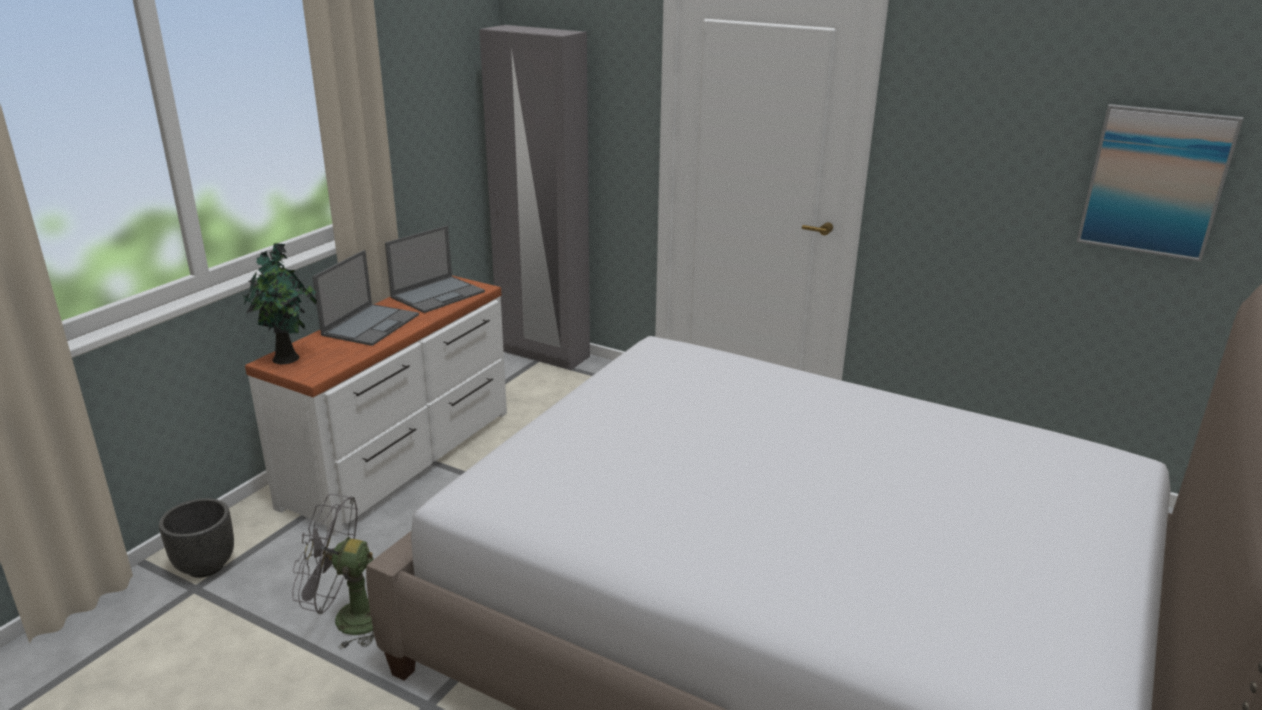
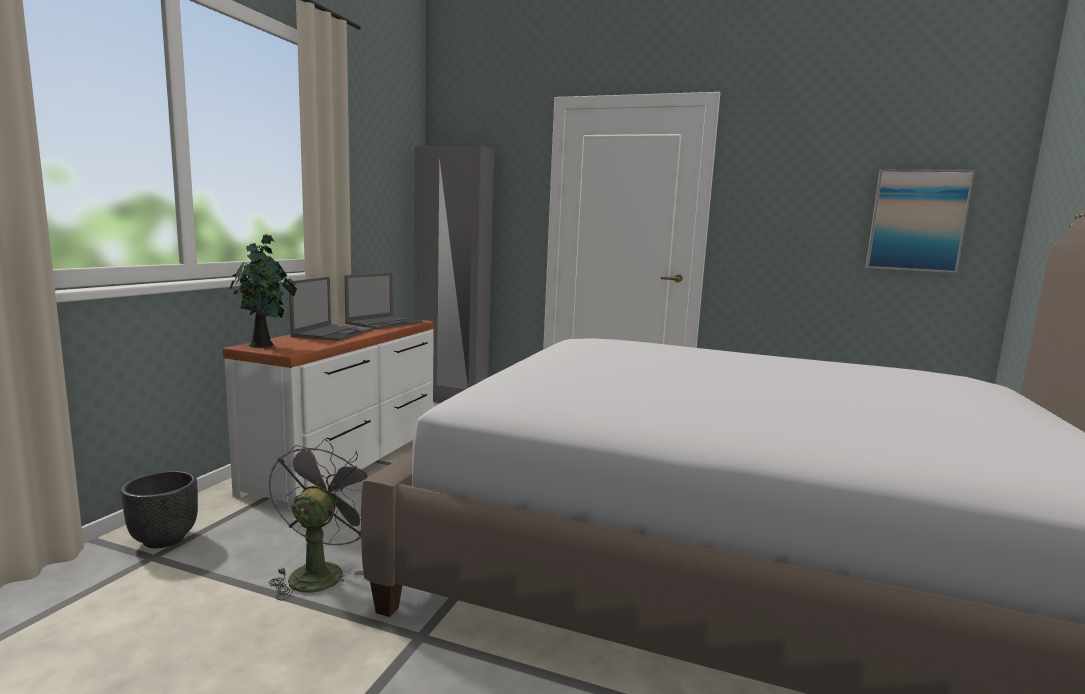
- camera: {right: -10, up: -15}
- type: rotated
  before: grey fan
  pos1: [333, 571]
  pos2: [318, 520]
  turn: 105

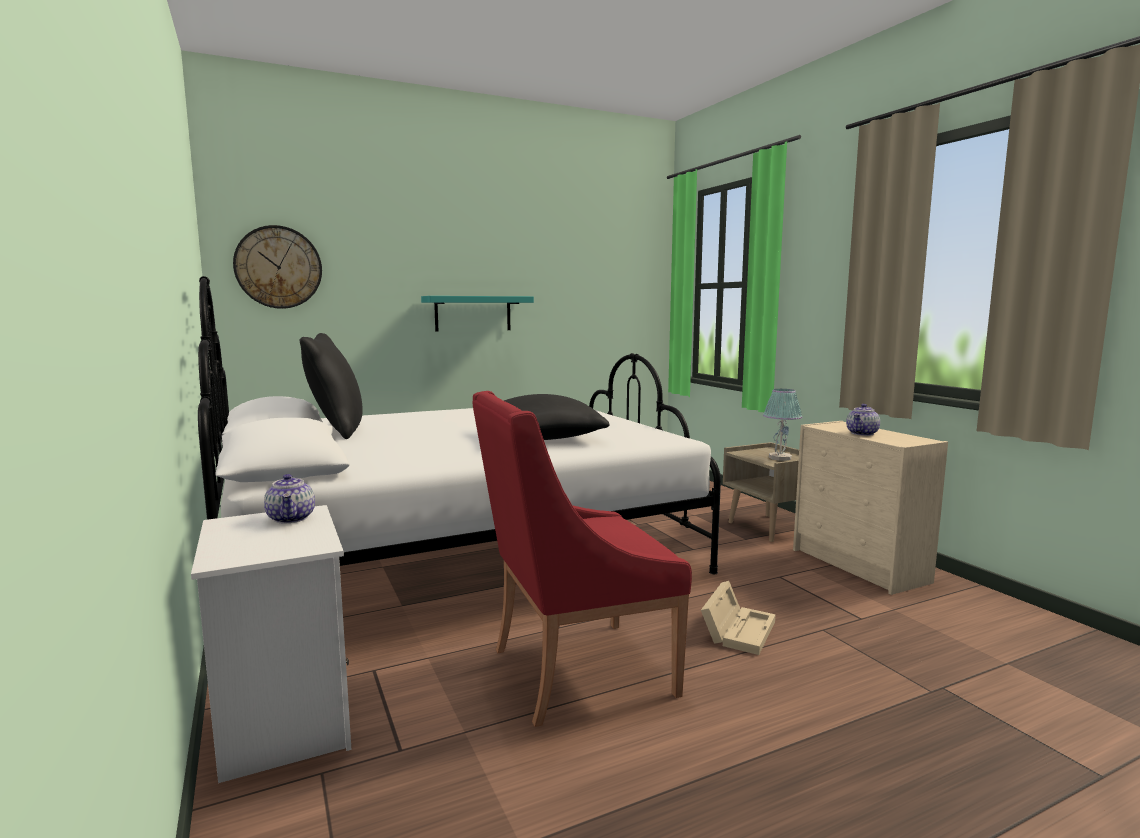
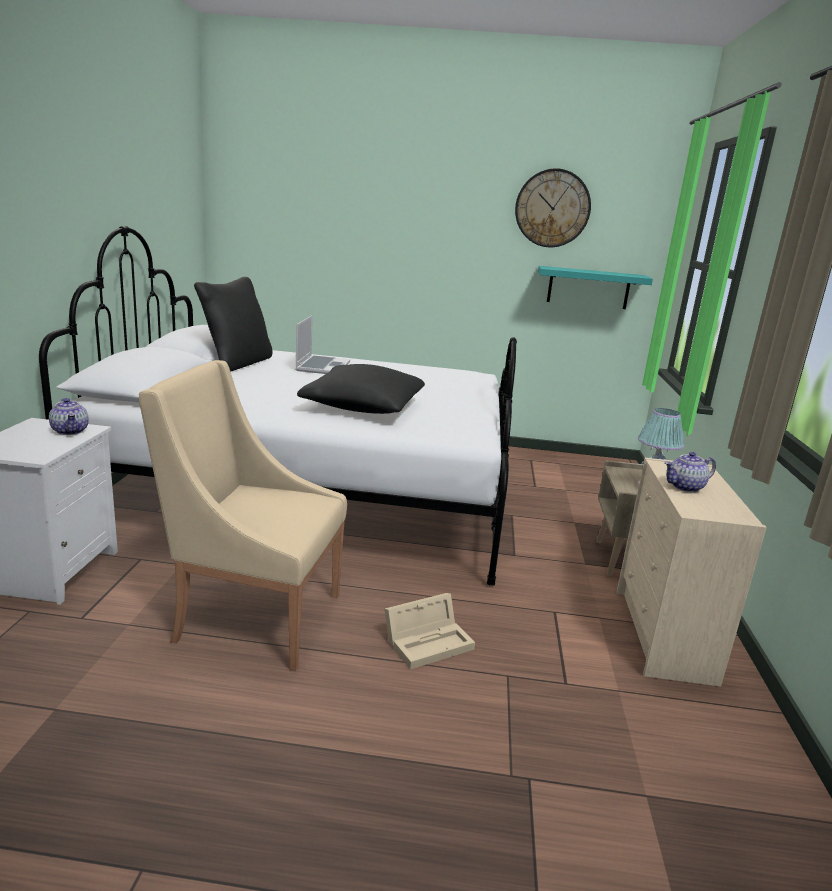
- camera: {right: 30, up: 10}
- type: shifted
  before: wall clock
  pos1: [277, 267]
  pos2: [553, 207]
- type: rotated
  before: teapot
  pos1: [289, 499]
  pos2: [69, 416]
  turn: -45
- type: shifted
  before: turquoise shelf
  pos1: [477, 314]
  pos2: [595, 287]
- type: repainted
  before: red armchair
  after: beige armchair
  pos1: [582, 559]
  pos2: [243, 515]
- type: new
  after: laptop
  pos2: [322, 344]

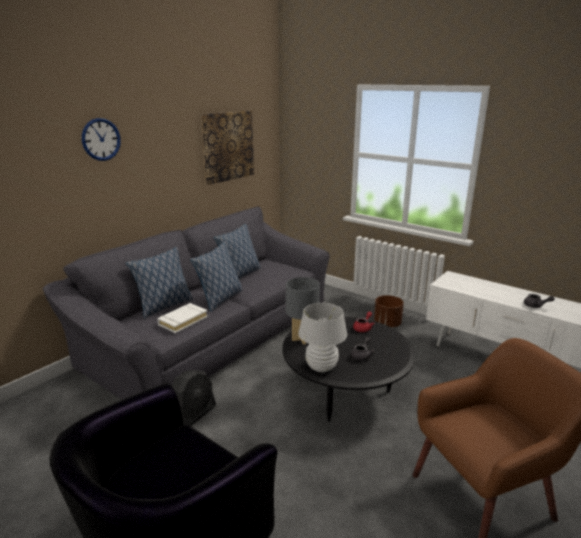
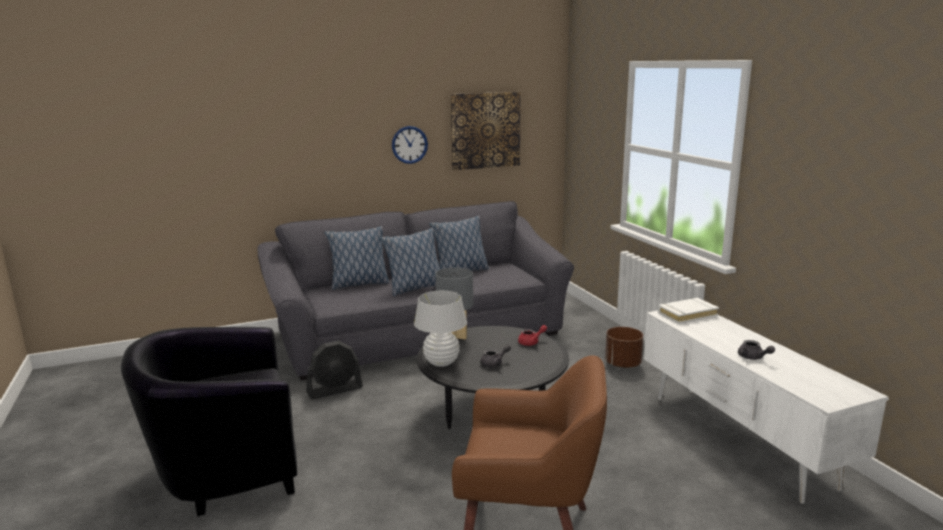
- camera: {right: 30, up: -5}
- type: shifted
  before: wall clock
  pos1: [101, 139]
  pos2: [410, 145]
- type: shifted
  before: white book
  pos1: [182, 318]
  pos2: [688, 311]

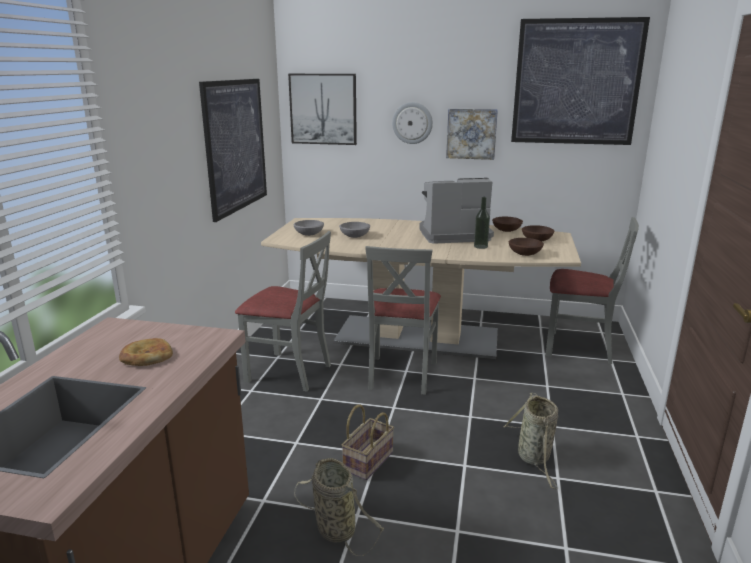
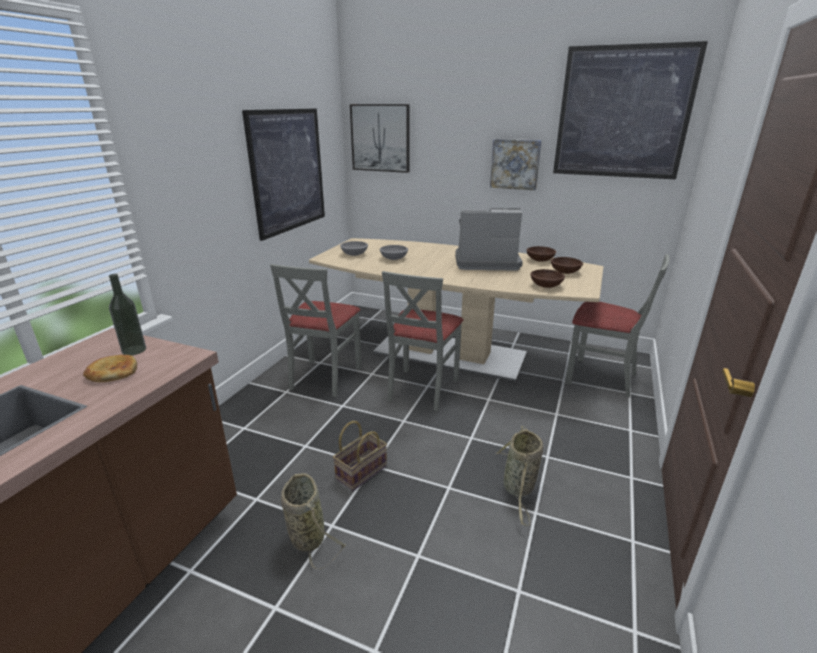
- camera: {right: 10, up: 5}
- type: rotated
  before: grey chair
  pos1: [283, 311]
  pos2: [316, 330]
  turn: 75
- type: gone
  before: wall clock
  pos1: [412, 123]
- type: shifted
  before: bottle
  pos1: [482, 223]
  pos2: [127, 315]

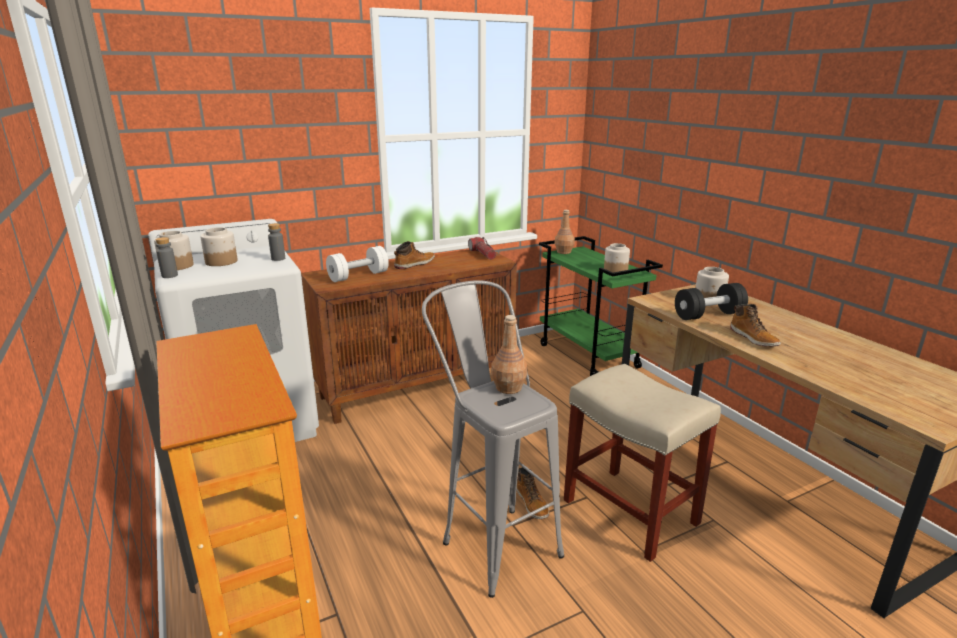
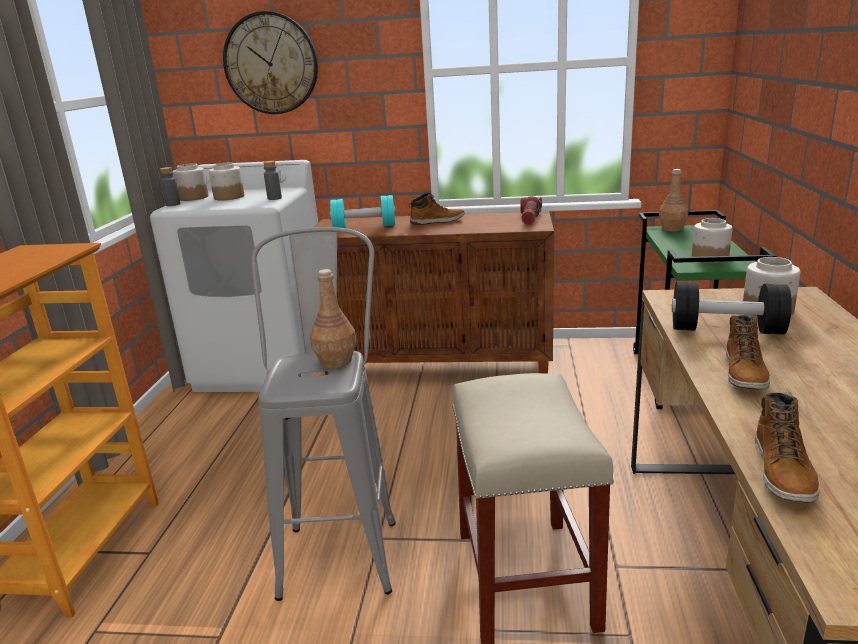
- camera: {right: 35, up: 0}
- type: repainted
  before: white dumbbell
  after: turquoise dumbbell
  pos1: [357, 264]
  pos2: [363, 211]
- type: shifted
  before: boot
  pos1: [532, 493]
  pos2: [787, 448]
- type: new
  after: wall clock
  pos2: [270, 62]

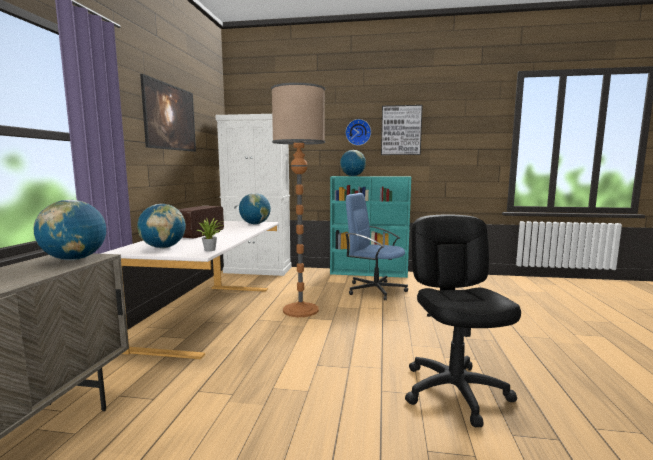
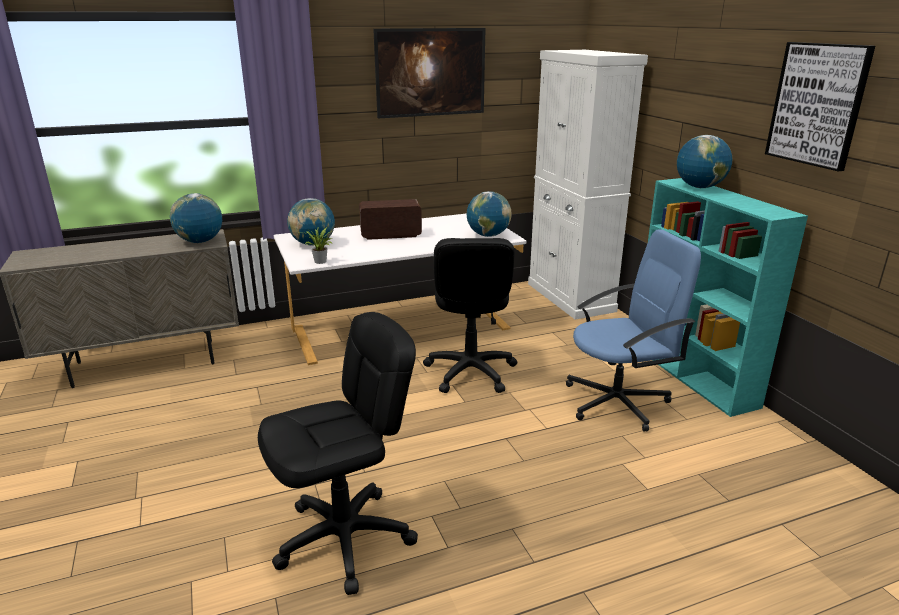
- camera: {right: 60, up: 15}
- type: swapped
  before: floor lamp
  after: black office chair
  pos1: [298, 200]
  pos2: [470, 315]
- type: gone
  before: wall clock
  pos1: [358, 132]
- type: rotated
  before: blue office chair
  pos1: [376, 246]
  pos2: [633, 330]
  turn: 75

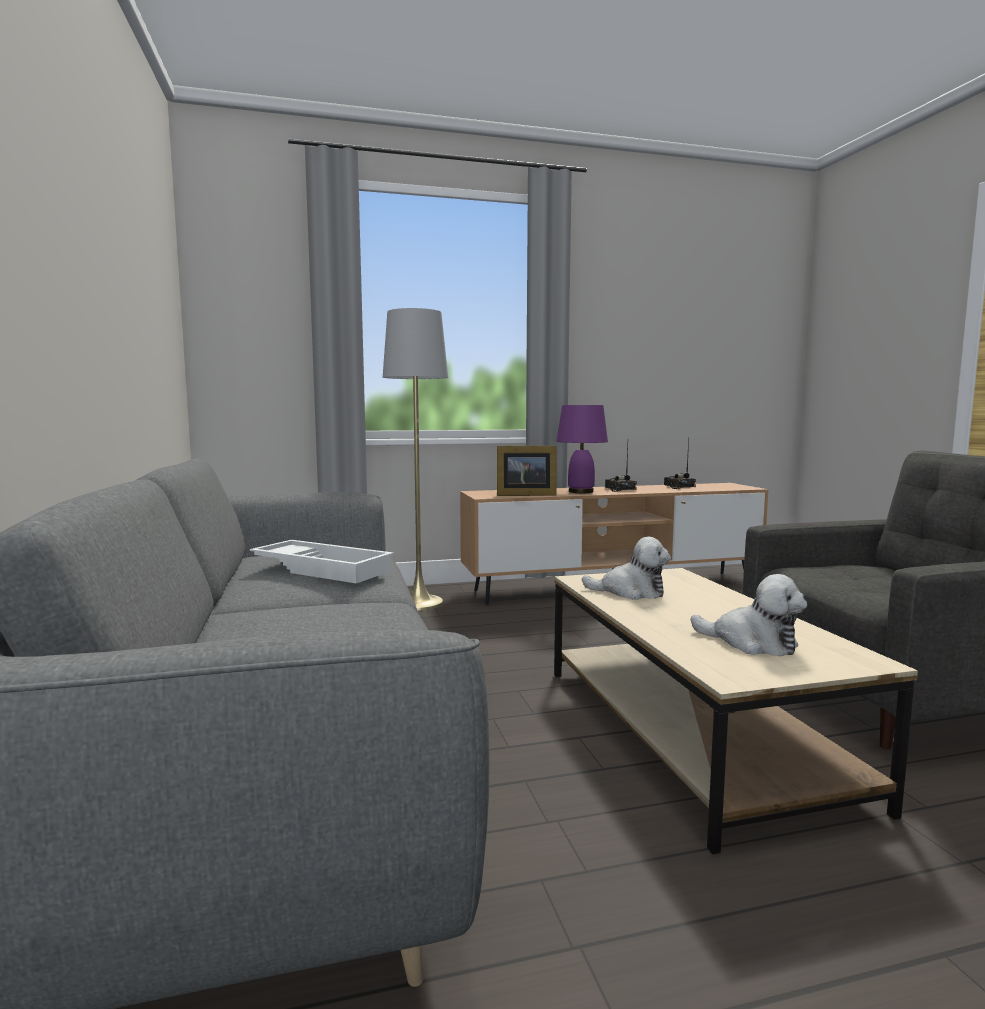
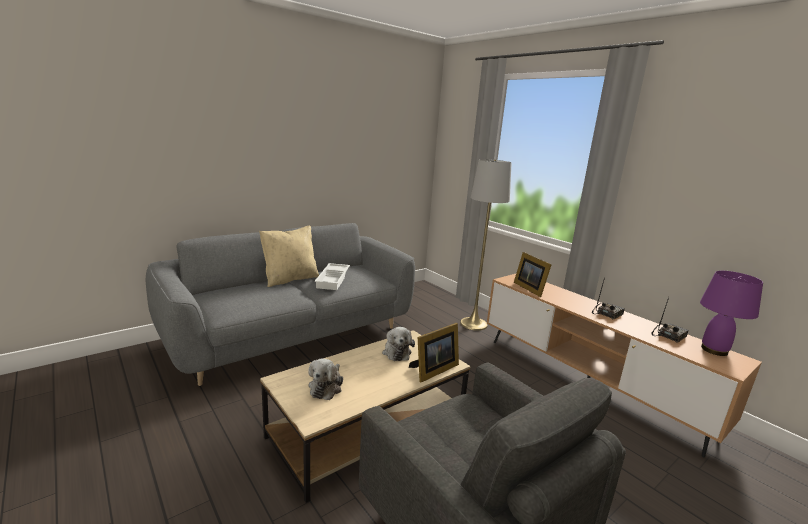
- camera: {right: 65, up: 10}
- type: shifted
  before: purple table lamp
  pos1: [582, 449]
  pos2: [731, 313]
- type: new
  after: beige pillow
  pos2: [289, 256]
- type: new
  after: picture frame
  pos2: [434, 352]

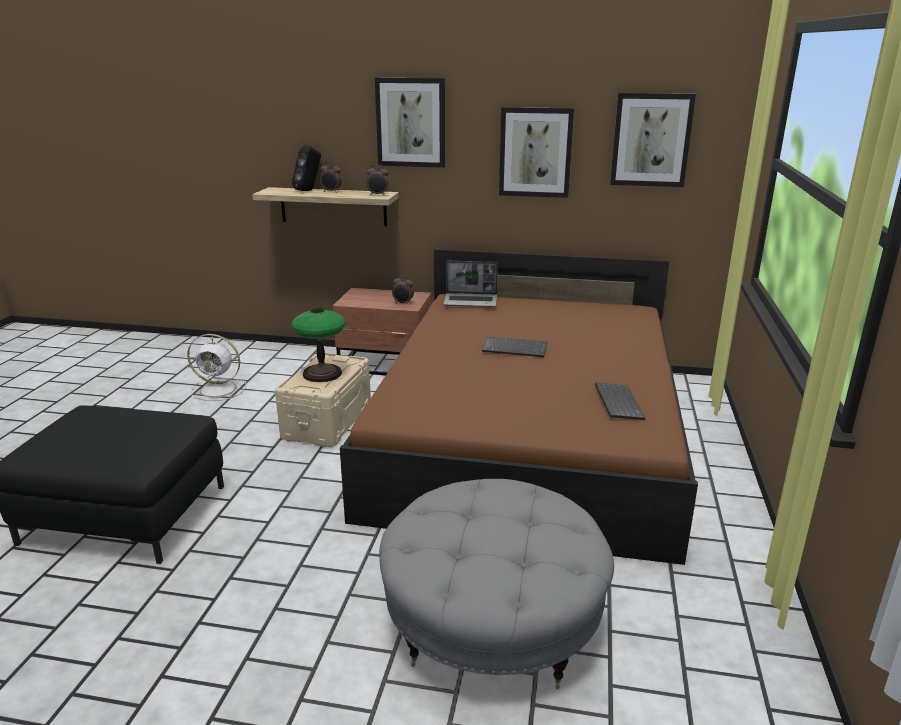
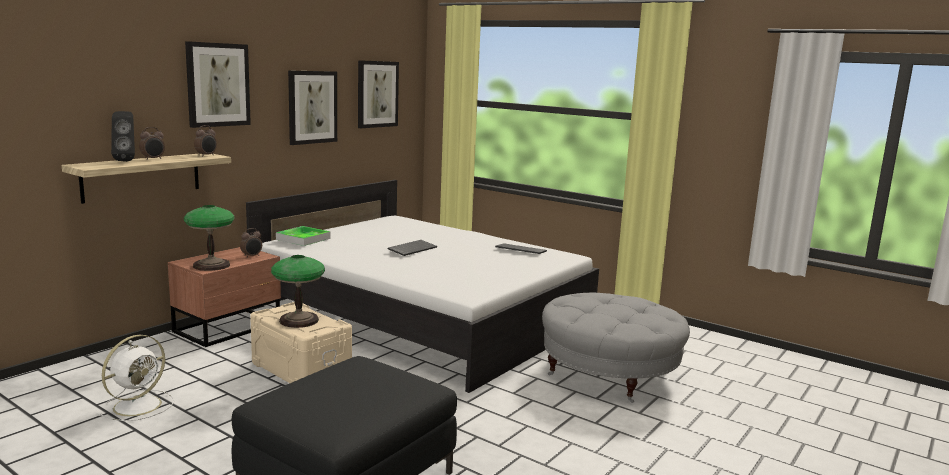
- camera: {right: -65, up: -10}
- type: repainted
  before: brown bed
  after: white bed
  pos1: [519, 407]
  pos2: [422, 286]
- type: swapped
  before: laptop
  after: tray
  pos1: [470, 284]
  pos2: [303, 236]
- type: new
  after: table lamp
  pos2: [209, 238]

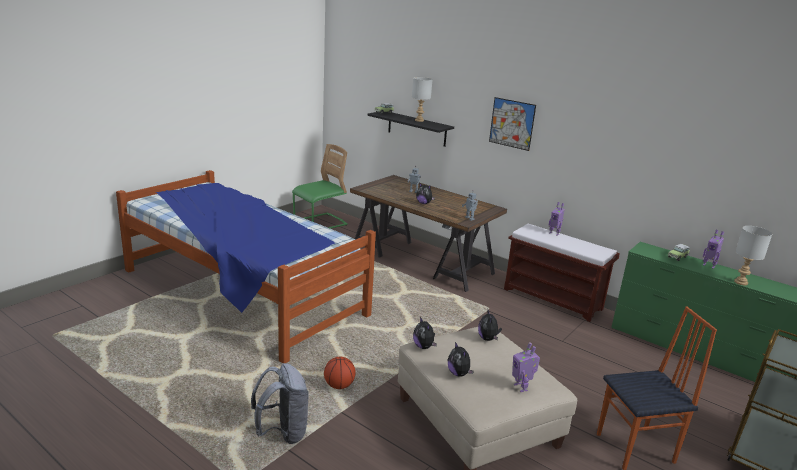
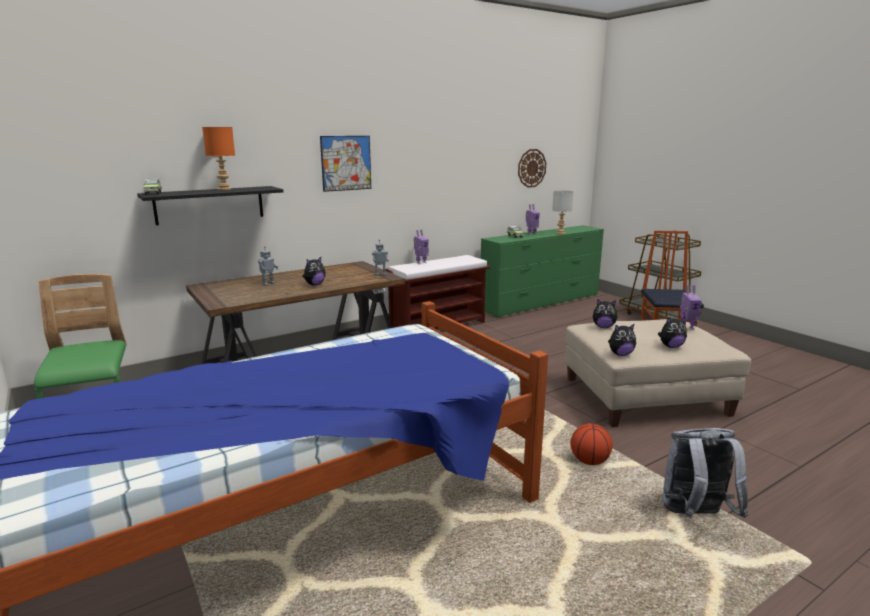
- camera: {right: -70, up: -5}
- type: repainted
  before: grey table lamp
  after: orange table lamp
  pos1: [422, 99]
  pos2: [218, 158]
- type: new
  after: wall clock
  pos2: [532, 168]

